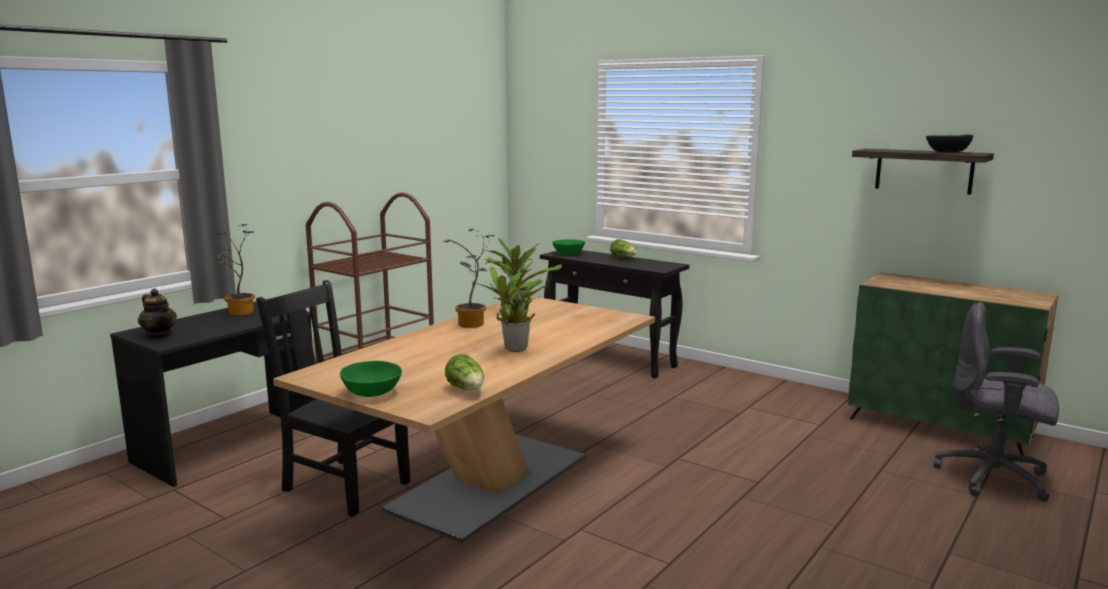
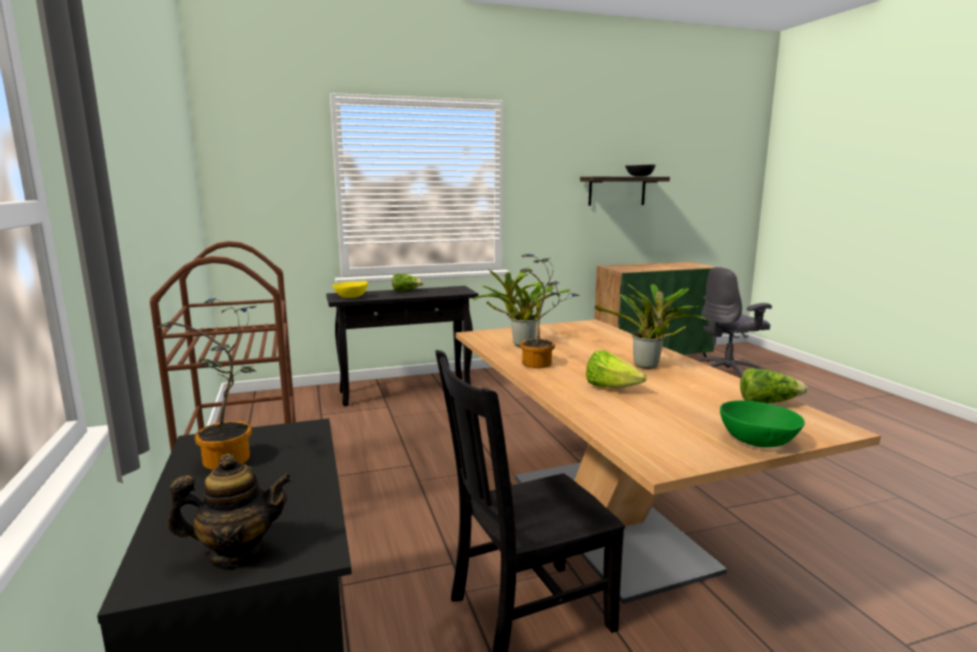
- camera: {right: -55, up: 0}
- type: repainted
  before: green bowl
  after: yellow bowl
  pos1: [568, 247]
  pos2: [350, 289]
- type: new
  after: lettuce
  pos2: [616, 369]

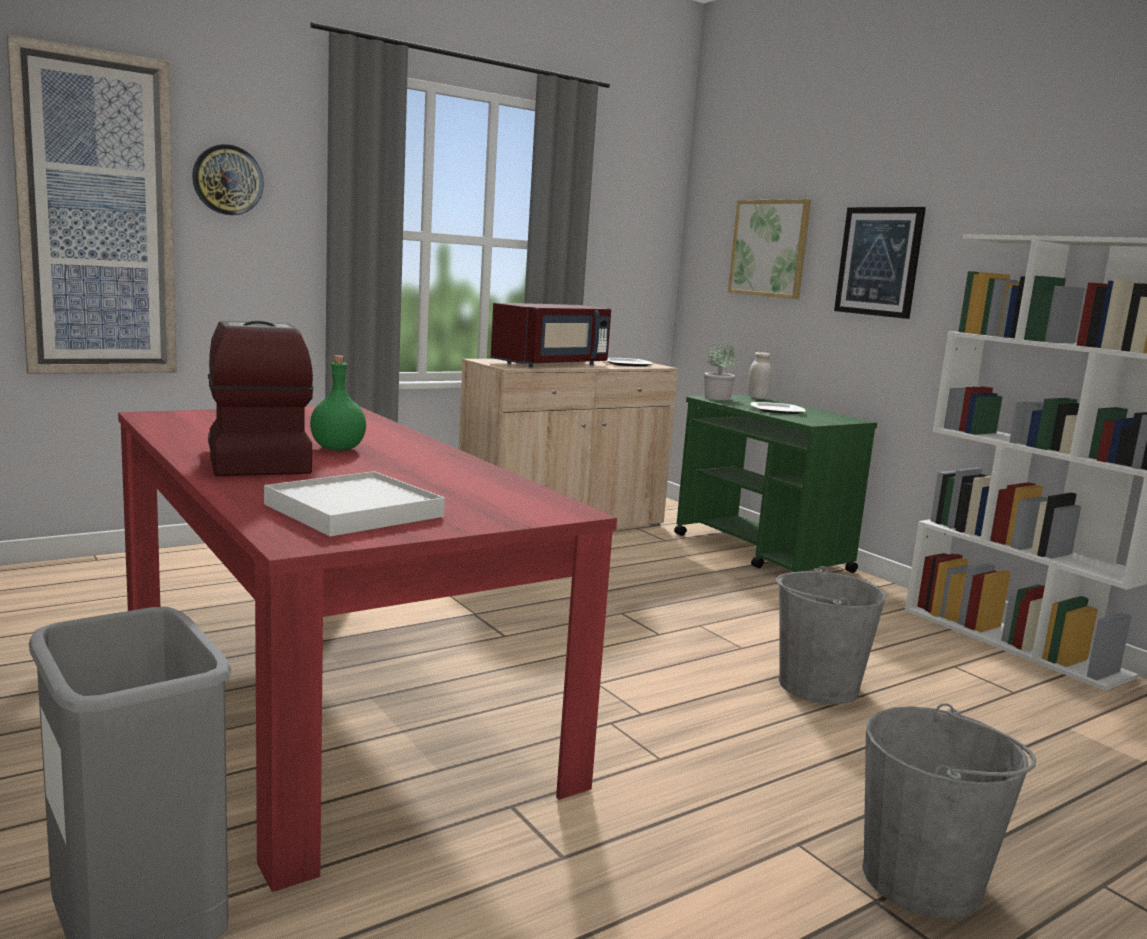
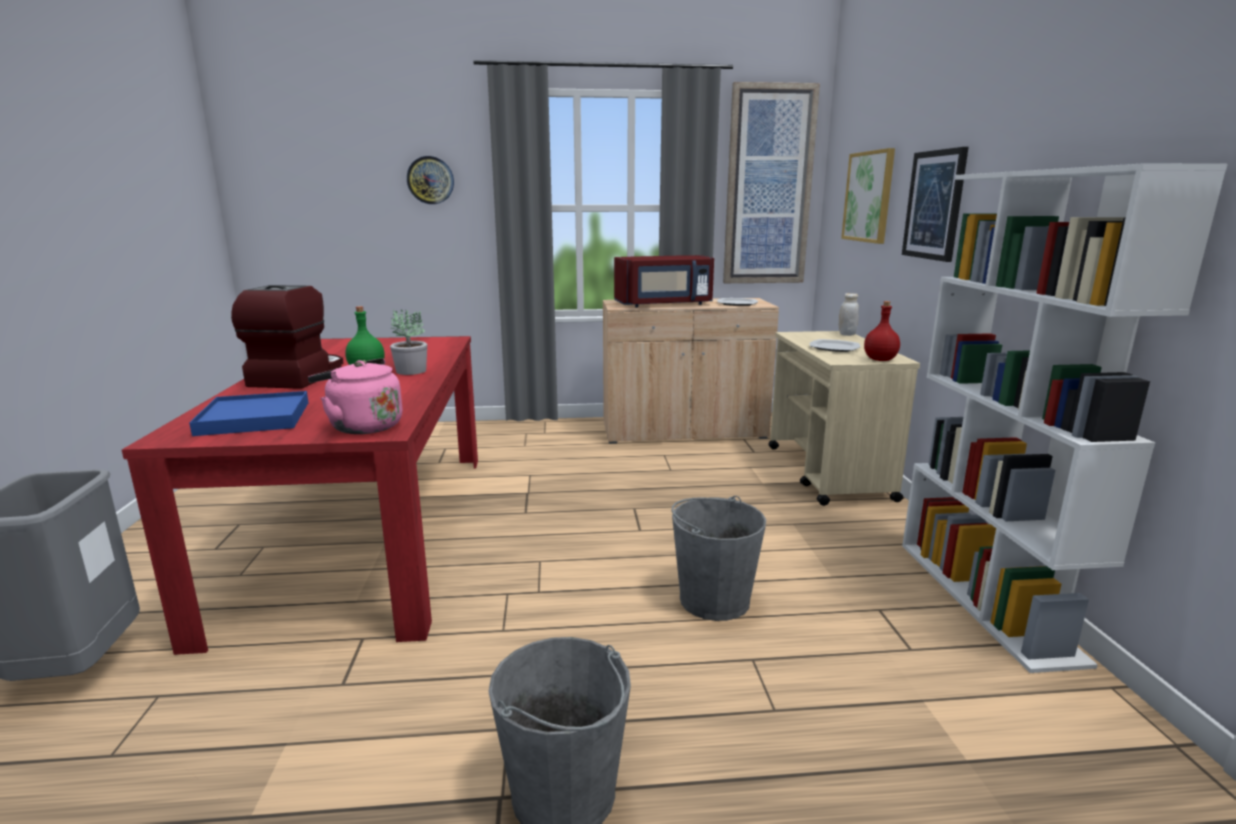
- camera: {right: 30, up: 5}
- type: shifted
  before: picture
  pos1: [92, 204]
  pos2: [771, 182]
- type: repainted
  before: white tray
  after: blue tray
  pos1: [354, 503]
  pos2: [249, 413]
- type: repainted
  before: green cart
  after: beige cart
  pos1: [775, 484]
  pos2: [844, 418]
- type: shifted
  before: potted plant
  pos1: [720, 371]
  pos2: [408, 342]
- type: new
  after: pink kettle
  pos2: [355, 396]
- type: new
  after: red bottle
  pos2: [882, 331]

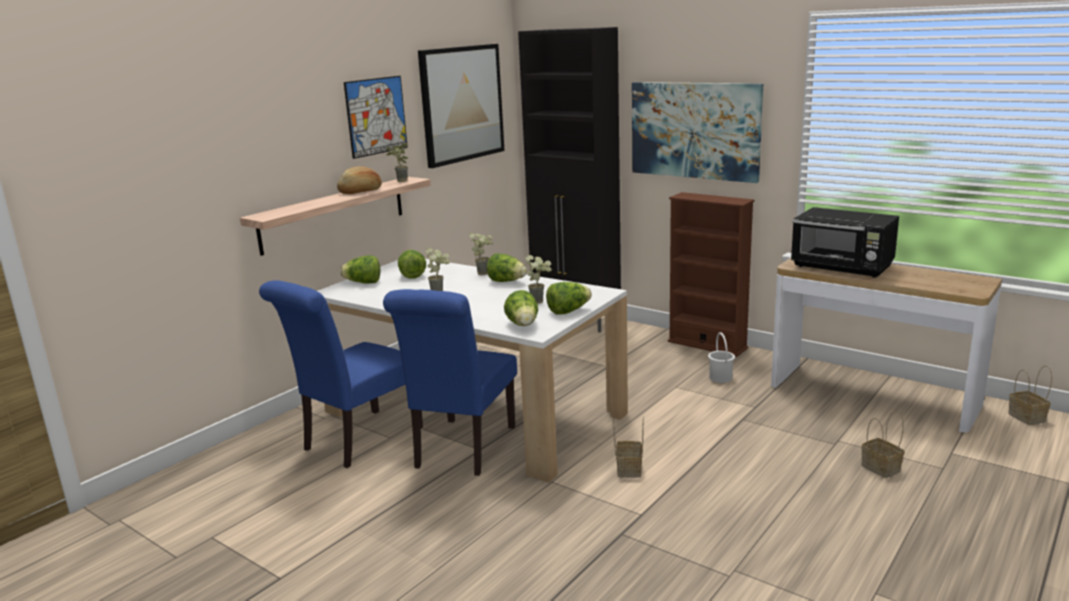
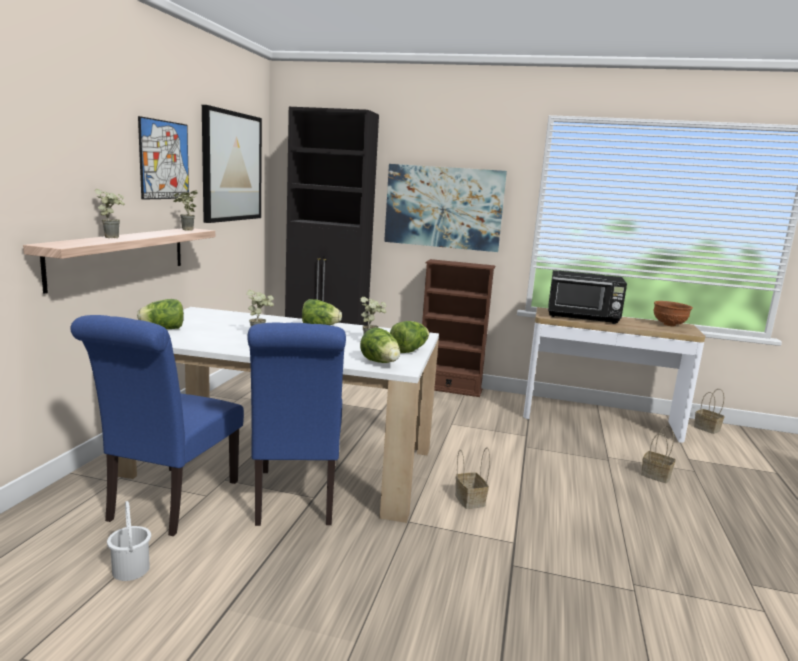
- camera: {right: -25, up: -5}
- type: gone
  before: bread
  pos1: [359, 180]
- type: gone
  before: lettuce
  pos1: [412, 264]
- type: shifted
  before: potted plant
  pos1: [481, 254]
  pos2: [110, 213]
- type: shifted
  before: white bucket
  pos1: [721, 357]
  pos2: [129, 541]
- type: new
  after: brown bowl
  pos2: [673, 313]

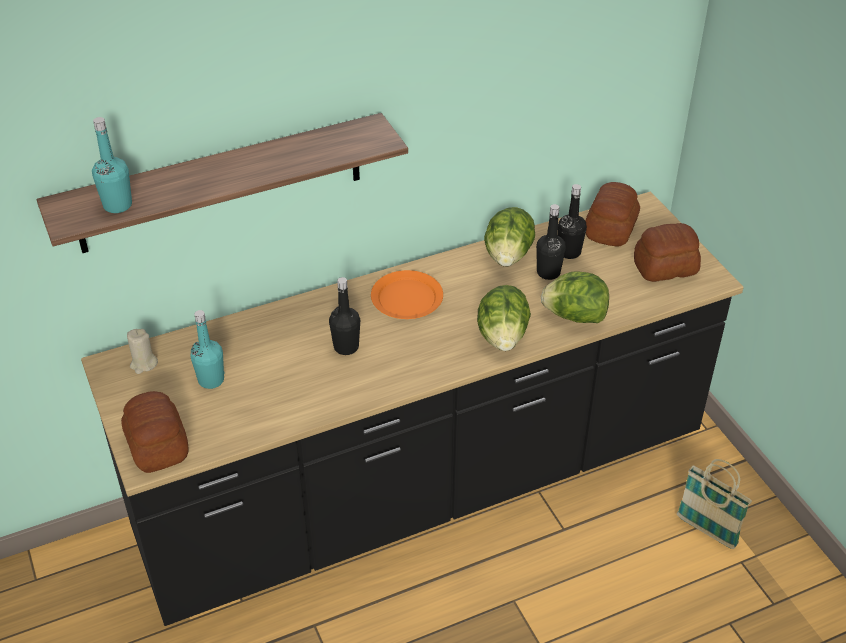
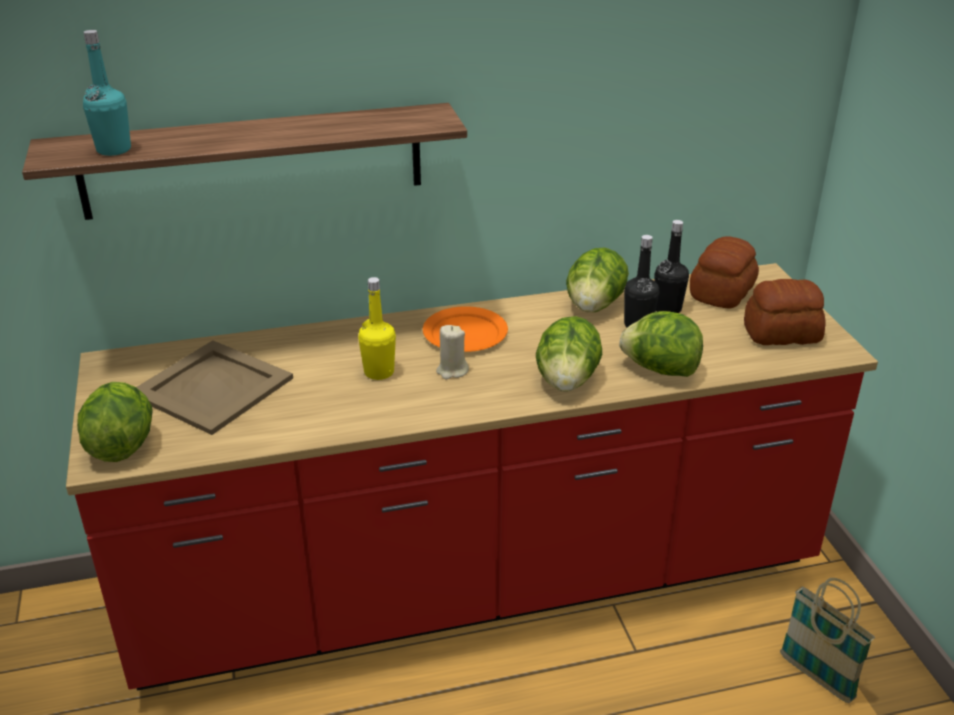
- camera: {right: 10, up: -10}
- type: repainted
  before: black counter
  after: red counter
  pos1: [412, 409]
  pos2: [472, 477]
- type: swapped
  before: bread
  after: lettuce
  pos1: [155, 432]
  pos2: [115, 422]
- type: shifted
  before: beige candle
  pos1: [142, 351]
  pos2: [452, 352]
- type: swapped
  before: turquoise bottle
  after: beige tray
  pos1: [207, 349]
  pos2: [214, 387]
- type: repainted
  before: black bottle
  after: yellow bottle
  pos1: [344, 316]
  pos2: [377, 328]

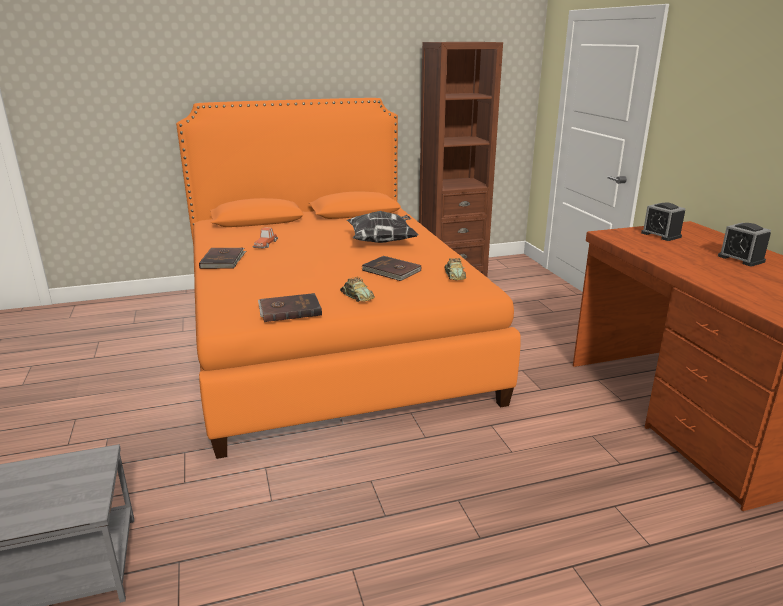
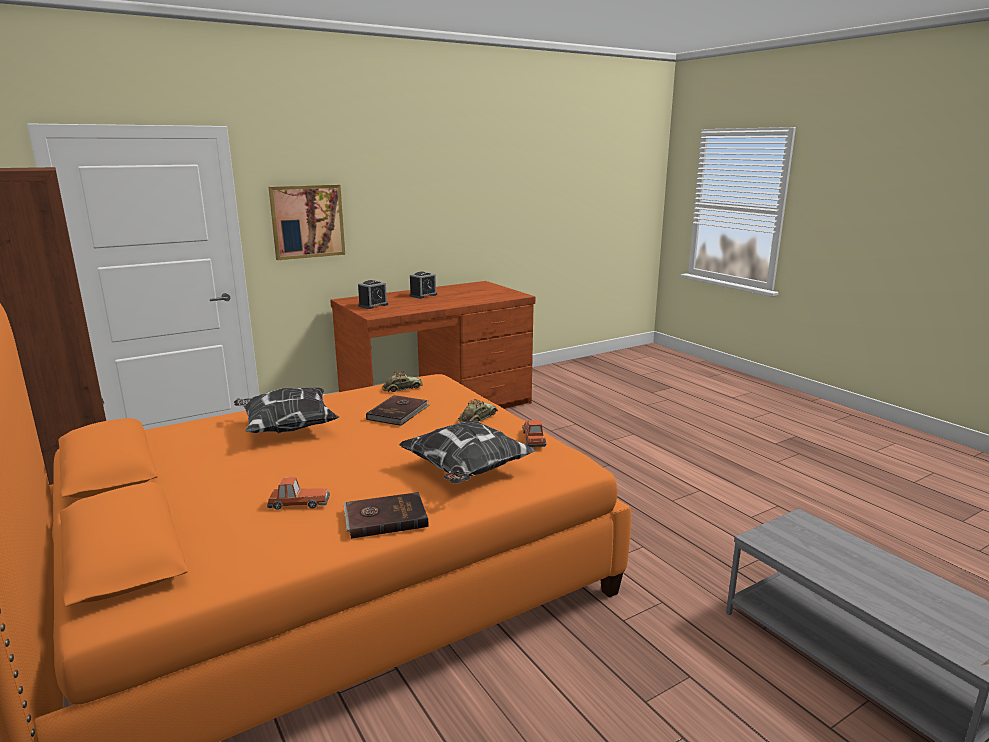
- camera: {right: -105, up: -5}
- type: swapped
  before: brown book
  after: toy car
  pos1: [290, 307]
  pos2: [534, 433]
- type: new
  after: picture
  pos2: [307, 222]
- type: new
  after: pillow
  pos2: [467, 452]

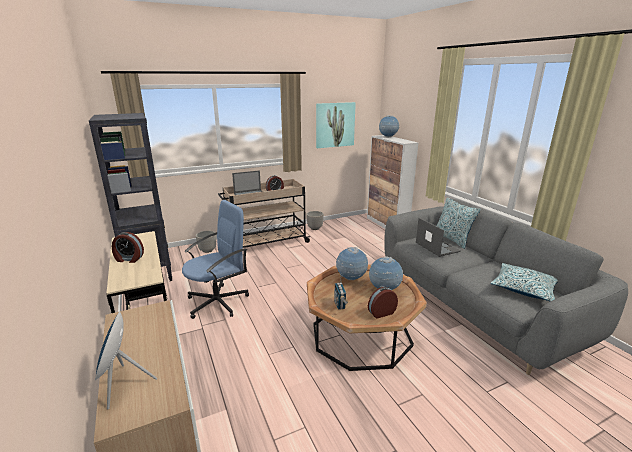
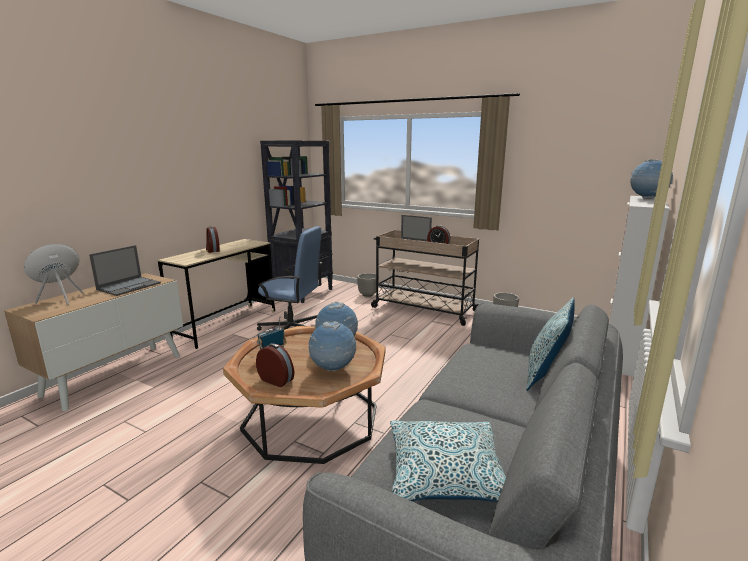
- camera: {right: 55, up: -5}
- type: gone
  before: picture
  pos1: [336, 125]
- type: shifted
  before: laptop
  pos1: [438, 237]
  pos2: [125, 270]

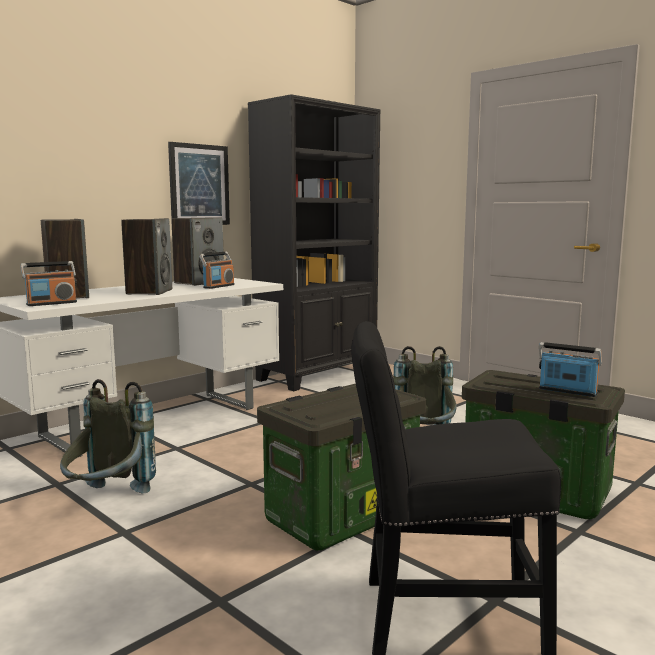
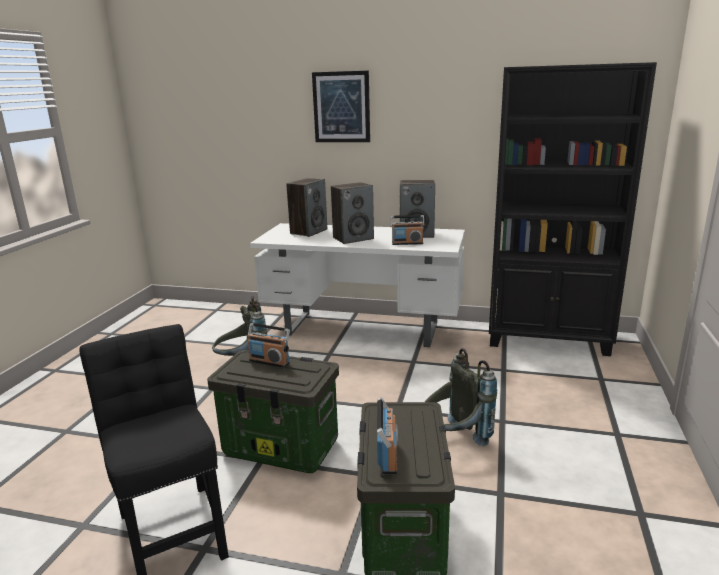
- camera: {right: 60, up: 10}
- type: shifted
  before: radio
  pos1: [49, 283]
  pos2: [268, 345]
- type: shifted
  before: picture
  pos1: [199, 183]
  pos2: [341, 106]

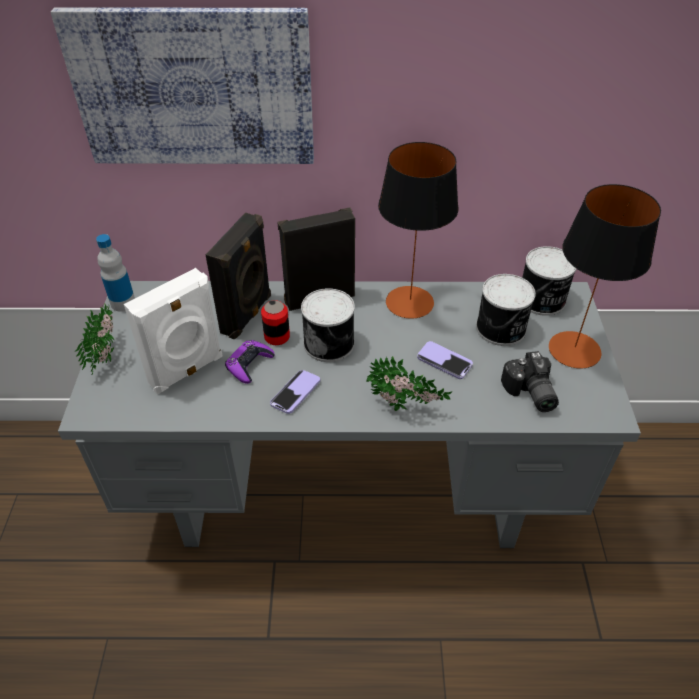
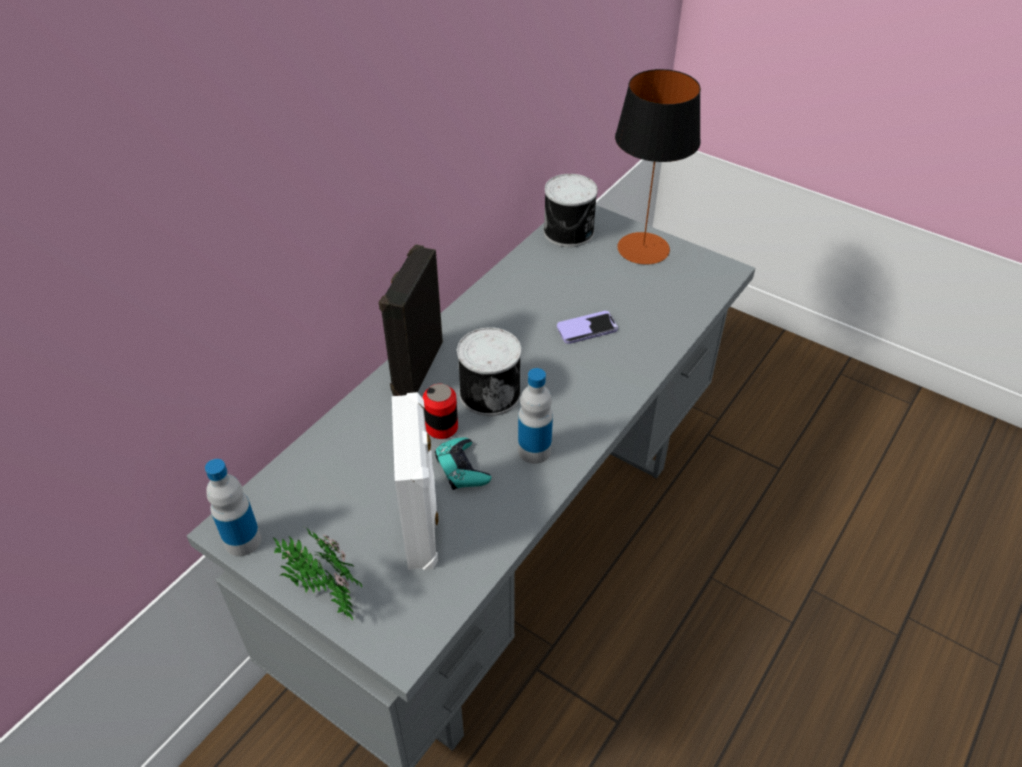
- camera: {right: -55, up: 0}
- type: gone
  before: picture
  pos1: [182, 85]
- type: gone
  before: black speaker
  pos1: [238, 276]
- type: repainted
  before: purple game controller
  after: turquoise game controller
  pos1: [250, 362]
  pos2: [463, 463]
- type: swapped
  before: phone
  after: bottle
  pos1: [295, 392]
  pos2: [535, 416]
- type: gone
  before: potted plant
  pos1: [409, 383]
- type: gone
  before: table lamp
  pos1: [418, 230]
- type: gone
  before: can
  pos1: [506, 310]
- type: gone
  before: photo camera
  pos1: [530, 381]

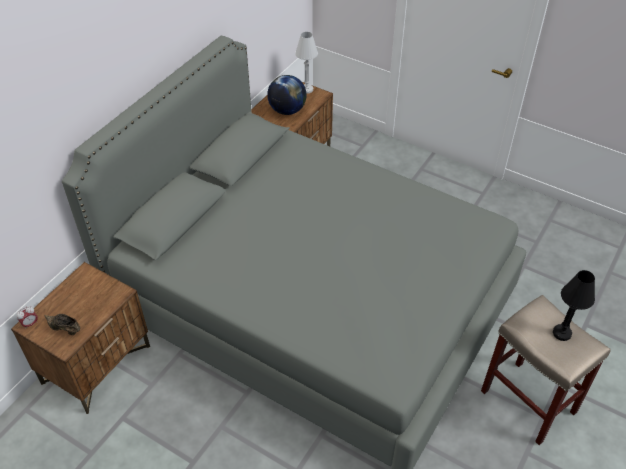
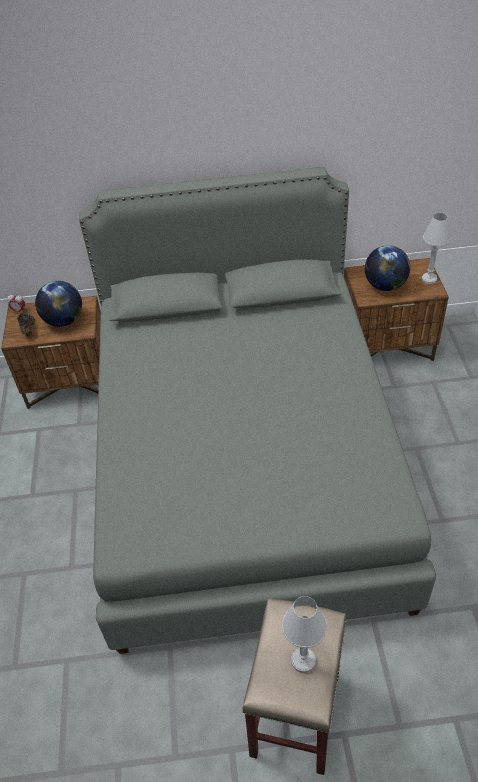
- camera: {right: 55, up: 0}
- type: repainted
  before: black table lamp
  after: white table lamp
  pos1: [574, 305]
  pos2: [304, 634]
- type: new
  after: globe
  pos2: [58, 304]

